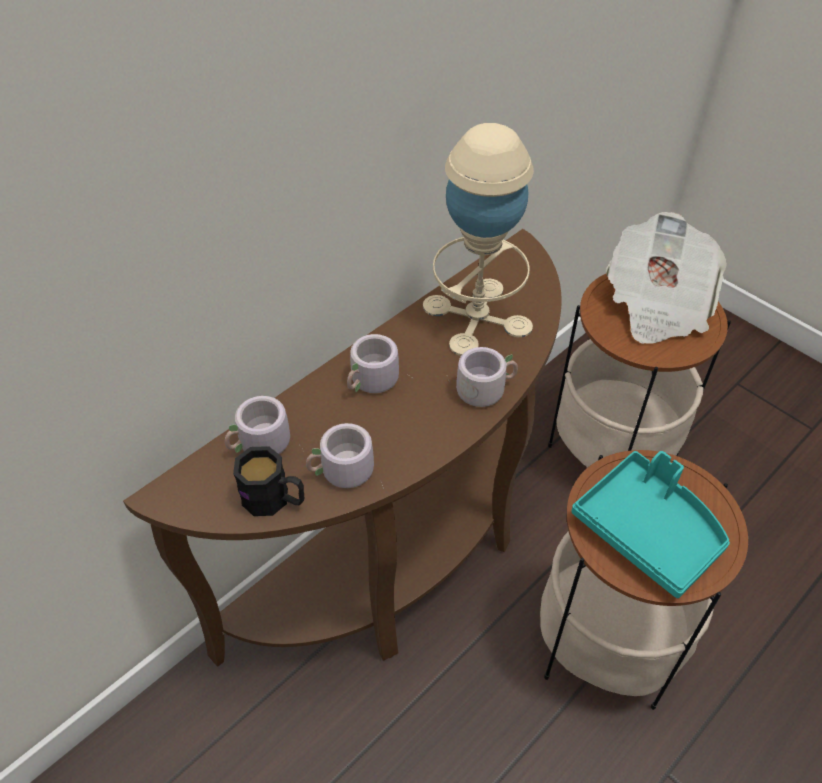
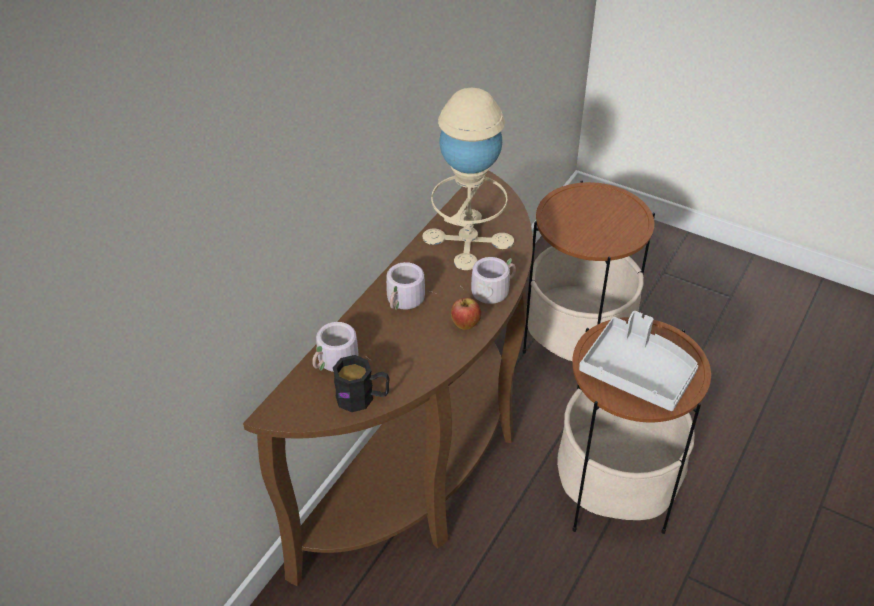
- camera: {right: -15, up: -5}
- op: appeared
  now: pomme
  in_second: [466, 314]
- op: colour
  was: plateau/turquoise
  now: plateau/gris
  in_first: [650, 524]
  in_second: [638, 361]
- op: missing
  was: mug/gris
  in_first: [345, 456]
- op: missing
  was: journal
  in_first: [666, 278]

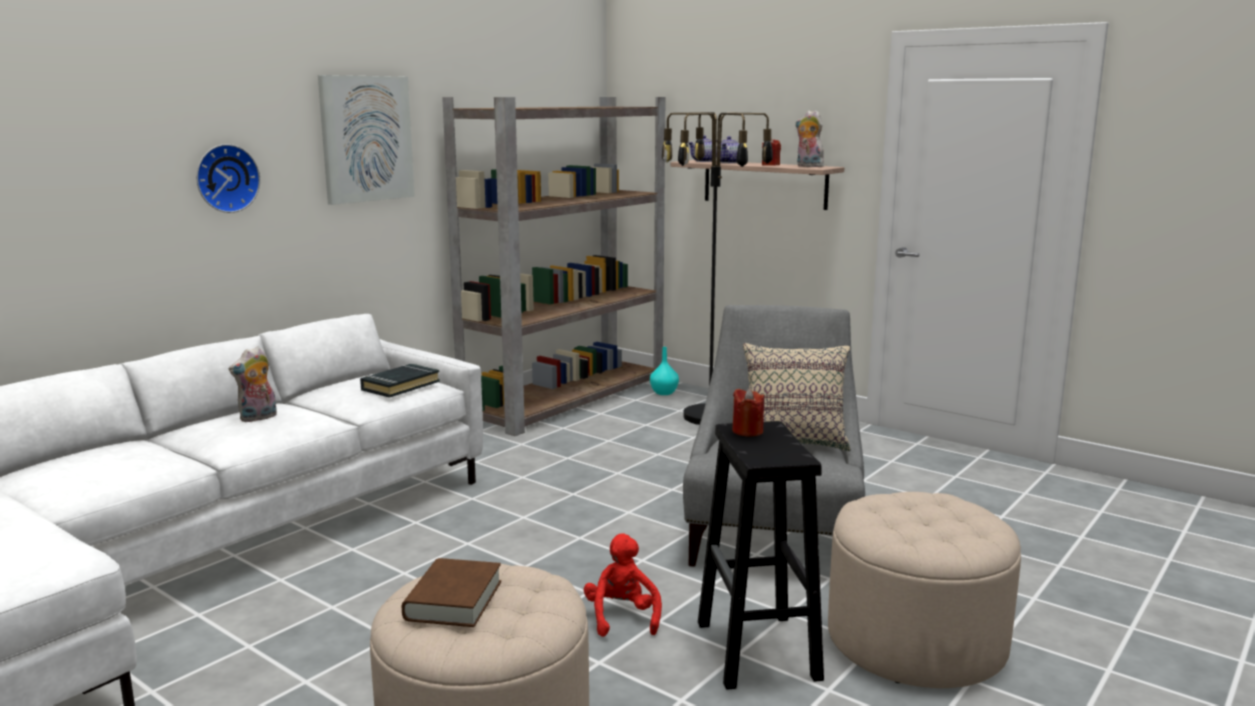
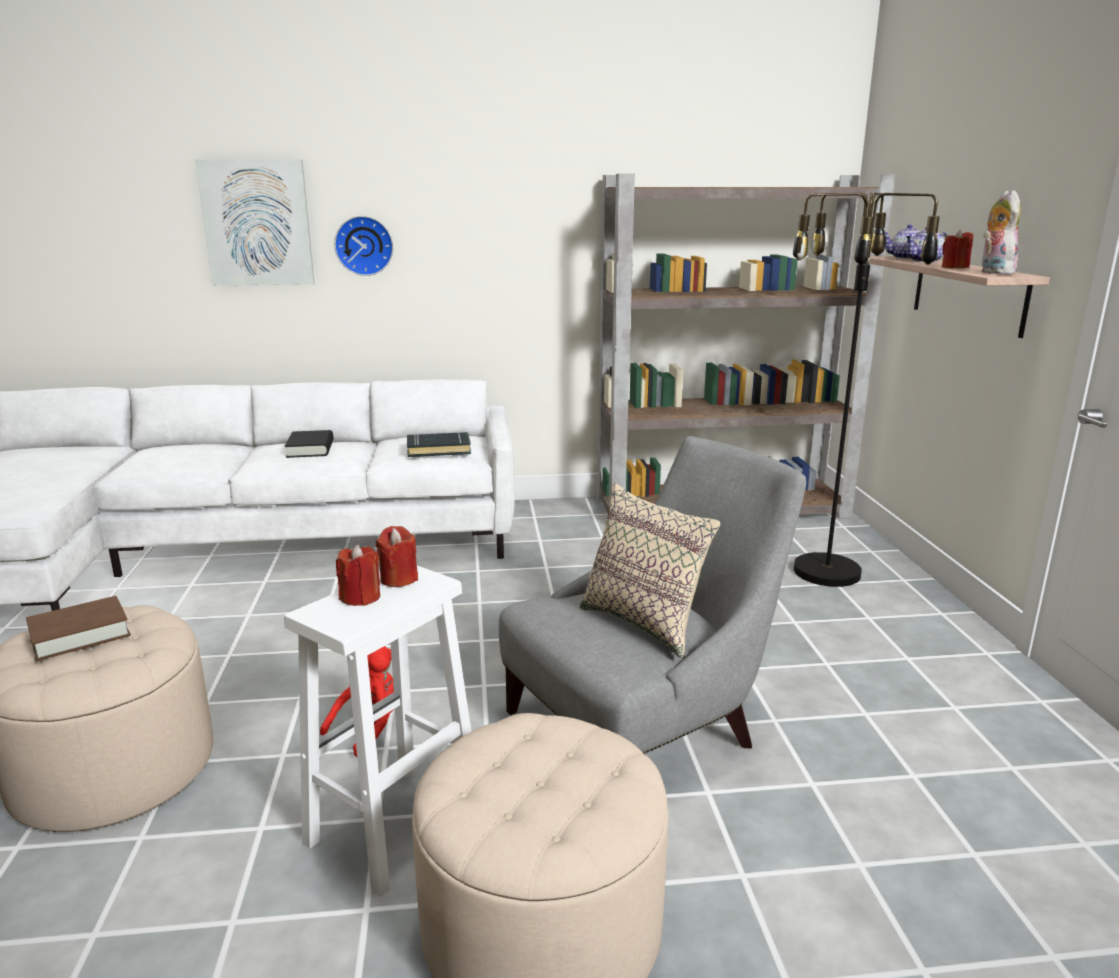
- camera: {right: 45, up: 5}
- op: relocated
  was: tableau
  in_first: [366, 140]
  in_second: [254, 222]
- op: colour
  was: tabouret/noir
  now: tabouret/blanc
  in_first: [761, 555]
  in_second: [377, 731]
- op: exchanged
  was: peluche
  now: livre/noir
  in_first: [253, 384]
  in_second: [309, 444]
- op: appeared
  now: bougie/rouge
  in_second: [358, 575]
- op: missing
  was: vase/turquoise
  in_first: [664, 371]

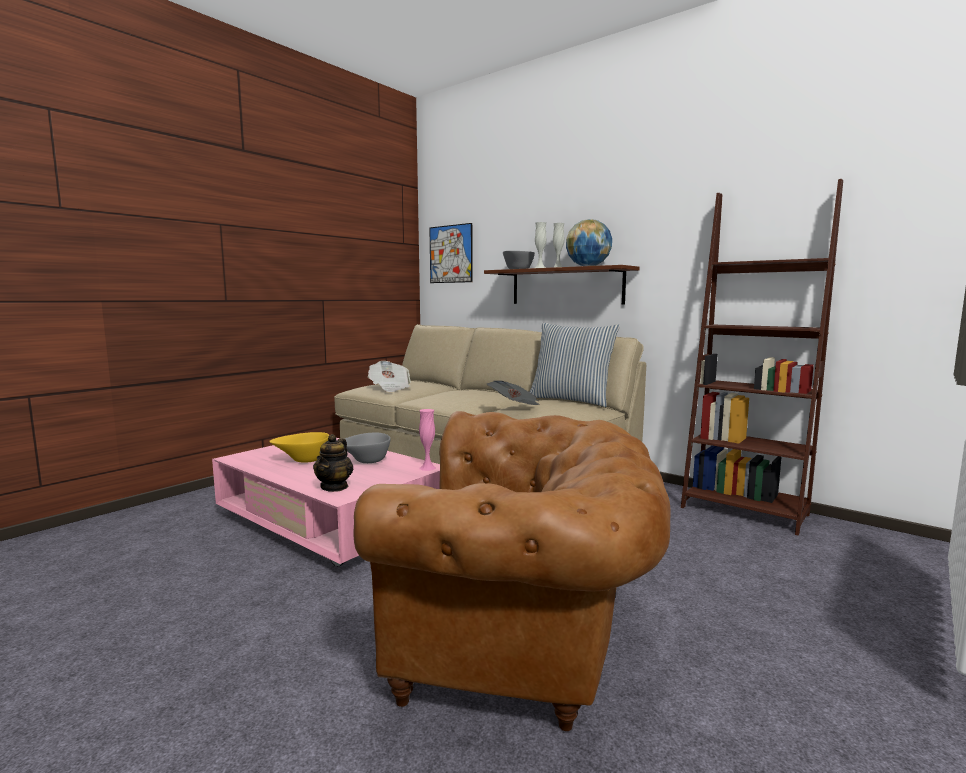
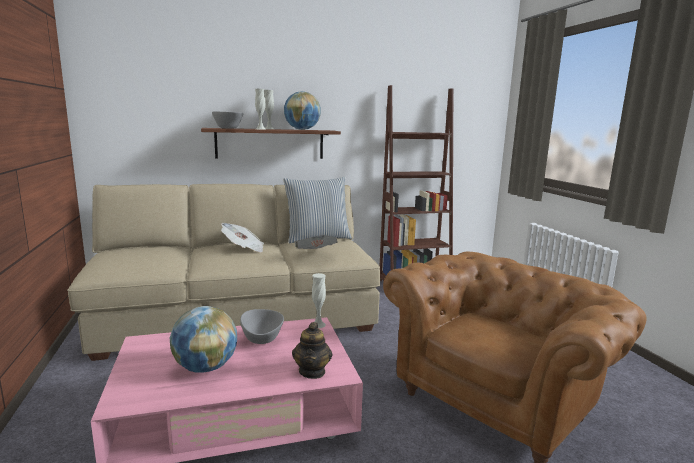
- camera: {right: -55, up: 5}
- op: exchanged
  was: bol/jaune
  now: globe
  in_first: [299, 447]
  in_second: [203, 339]
- op: relocated
  was: journal
  in_first: [389, 376]
  in_second: [242, 237]
- op: spun
  was: théière
  in_first: [333, 463]
  in_second: [312, 350]
  clockwise: 45
- op: colour
  was: vase/rose
  now: vase/blanc
  in_first: [427, 440]
  in_second: [319, 300]
- op: missing
  was: tableau
  in_first: [451, 253]

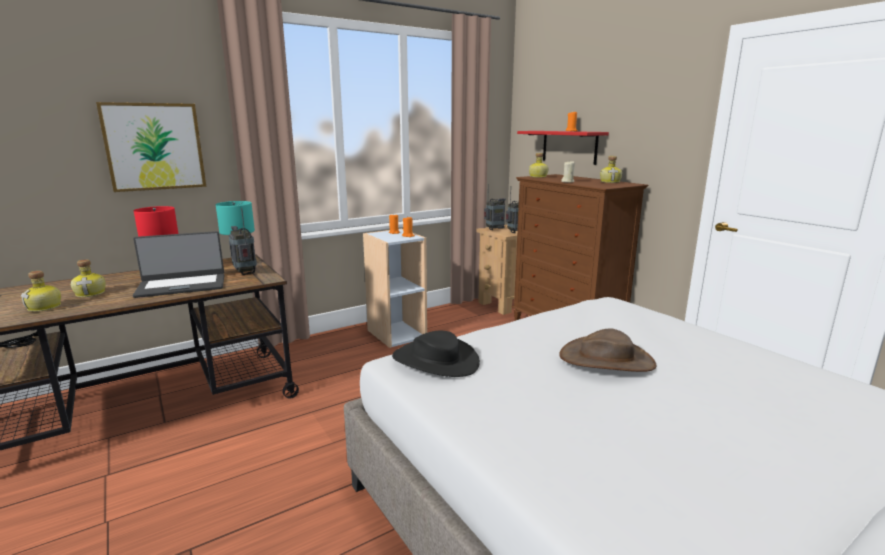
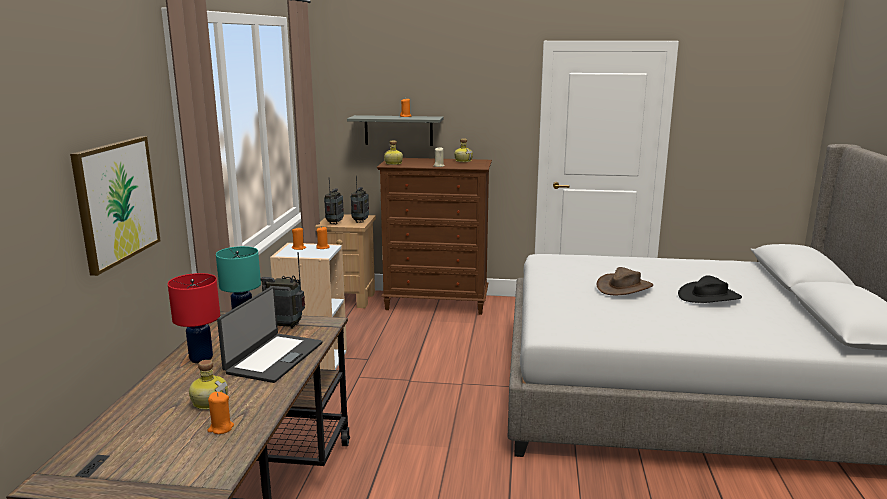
- camera: {right: -50, up: 0}
- op: exchanged
  was: bouteille
  now: bougie/orange
  in_first: [41, 291]
  in_second: [220, 413]
- op: colour
  was: étagère/rouge
  now: étagère/gris
  in_first: [563, 148]
  in_second: [395, 130]
- op: relocated
  was: chapeau/noir
  in_first: [436, 354]
  in_second: [710, 289]

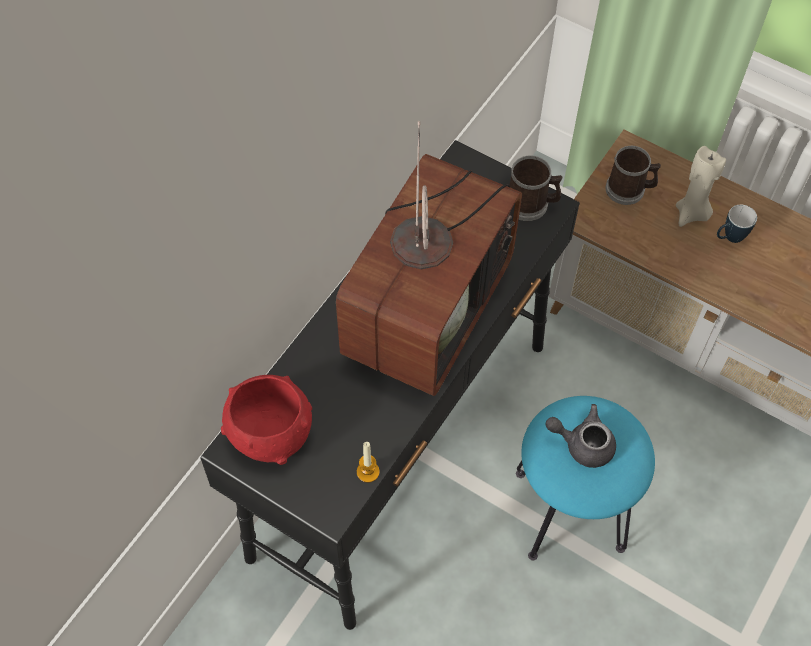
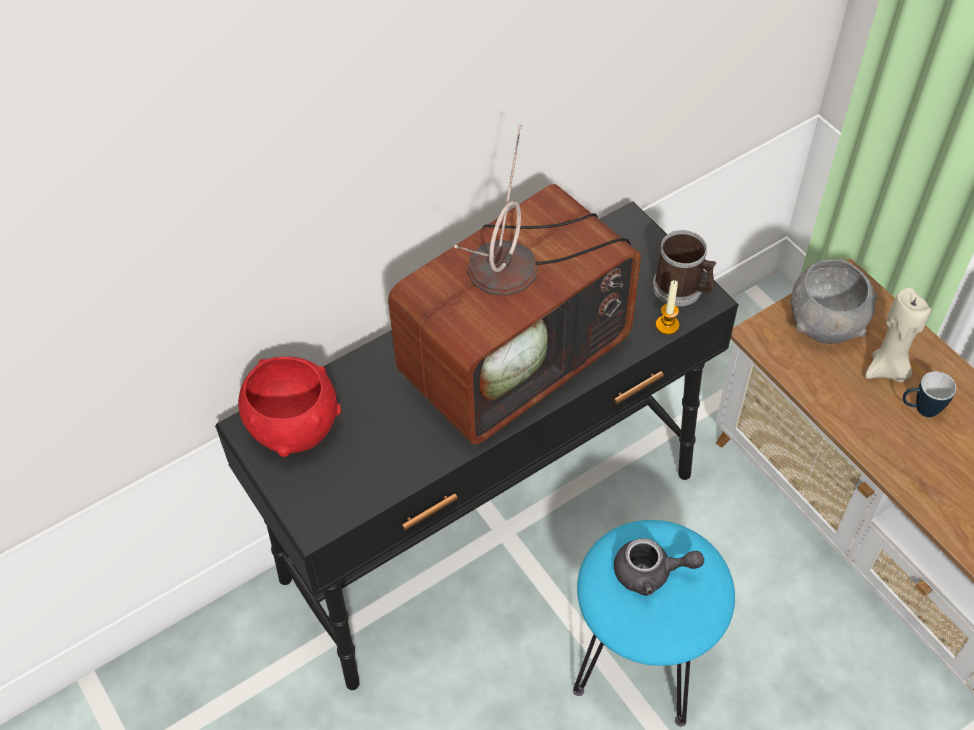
- camera: {right: 25, up: -5}
- op: spun
  was: théière/gris
  in_first: [581, 436]
  in_second: [659, 567]
  clockwise: 150
- op: relocated
  was: bougie
  in_first: [368, 462]
  in_second: [667, 307]
- op: exchanged
  was: mug
  now: bol/gris
  in_first: [633, 175]
  in_second: [834, 301]

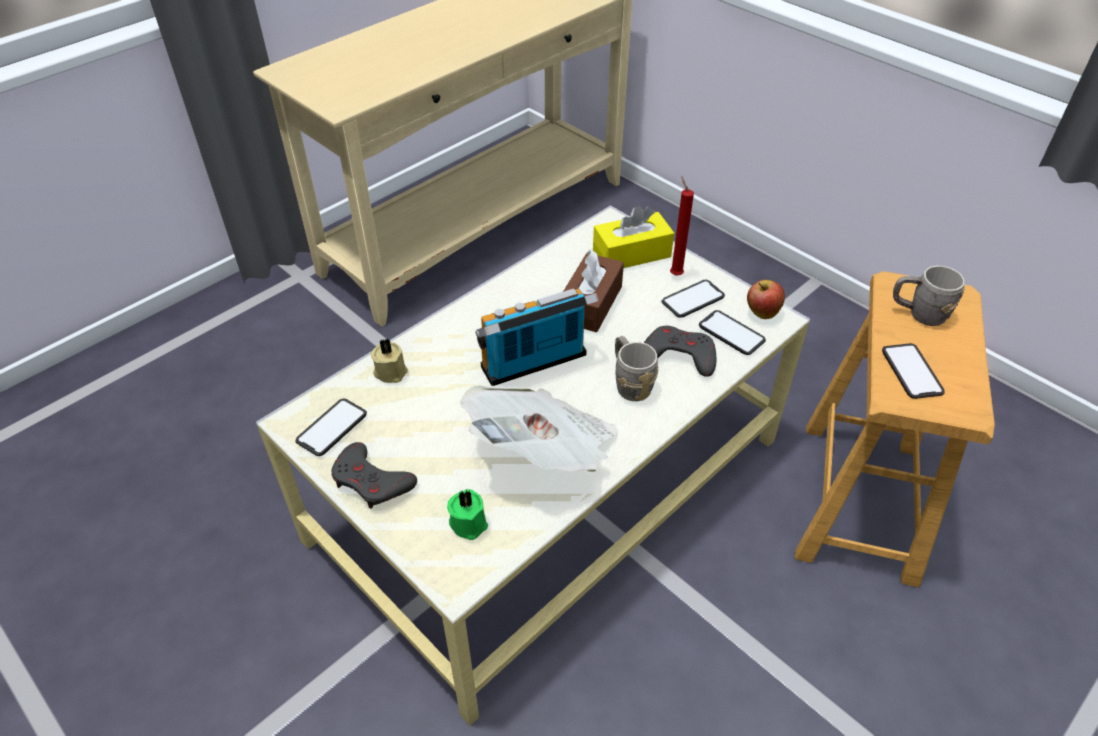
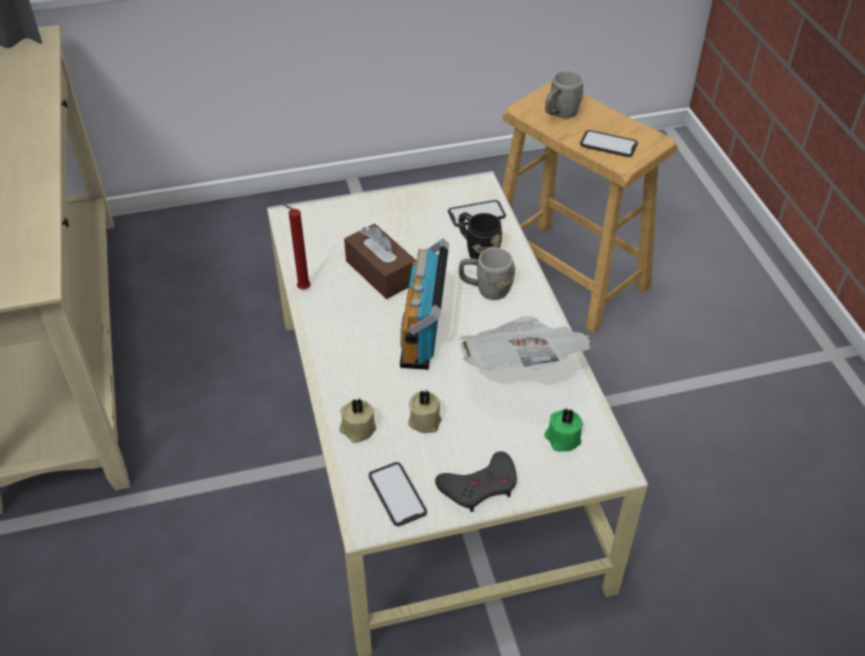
- camera: {right: -60, up: 0}
- op: relocated
  was: bougie/rouge
  in_first: [682, 226]
  in_second: [296, 246]
- op: appeared
  now: bougie/beige
  in_second: [425, 411]
- op: exchanged
  was: manette/gris
  now: mug/noir
  in_first: [680, 351]
  in_second: [480, 235]
- op: missing
  was: boîte à mouchoirs/jaune
  in_first: [633, 236]
- op: missing
  was: téléphone
  in_first: [693, 299]
- op: missing
  was: pomme
  in_first: [766, 299]

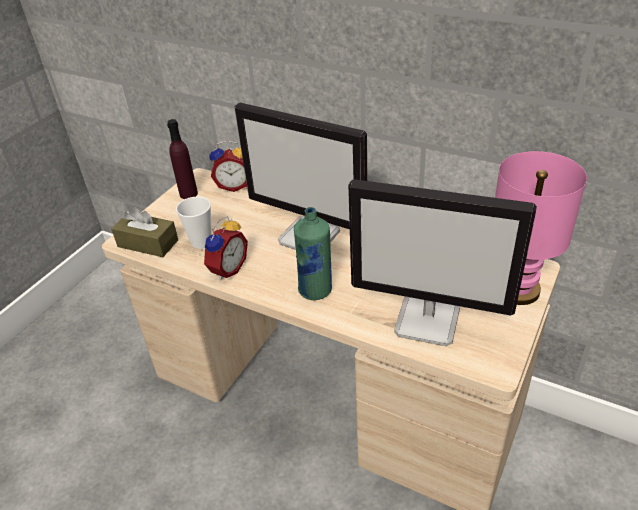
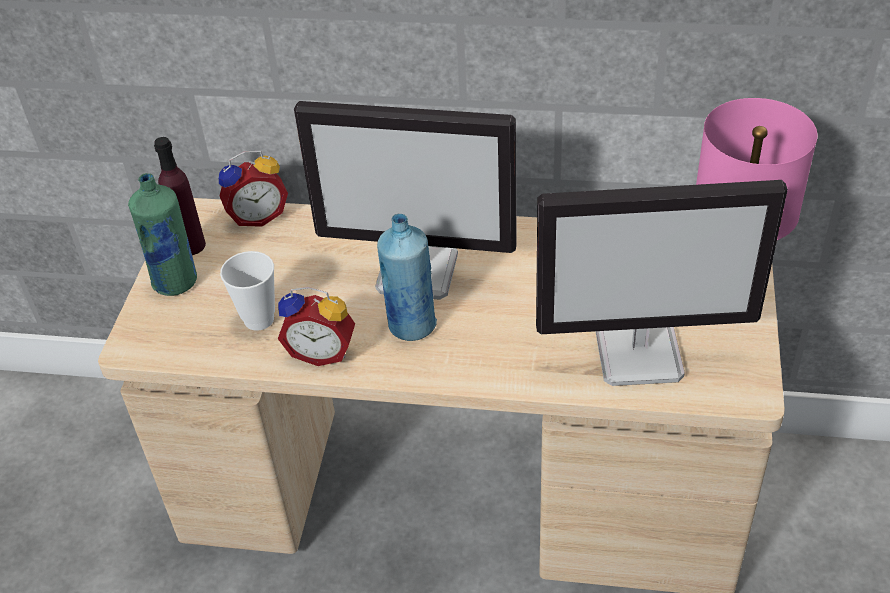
- camera: {right: -20, up: 5}
- op: relocated
  was: bouteille/vert
  in_first: [313, 253]
  in_second: [162, 234]
- op: spun
  was: réveil
  in_first: [225, 248]
  in_second: [316, 326]
  clockwise: 90
- op: appeared
  now: bouteille/bleu
  in_second: [407, 277]
- op: missing
  was: boîte à mouchoirs/marron
  in_first: [144, 232]

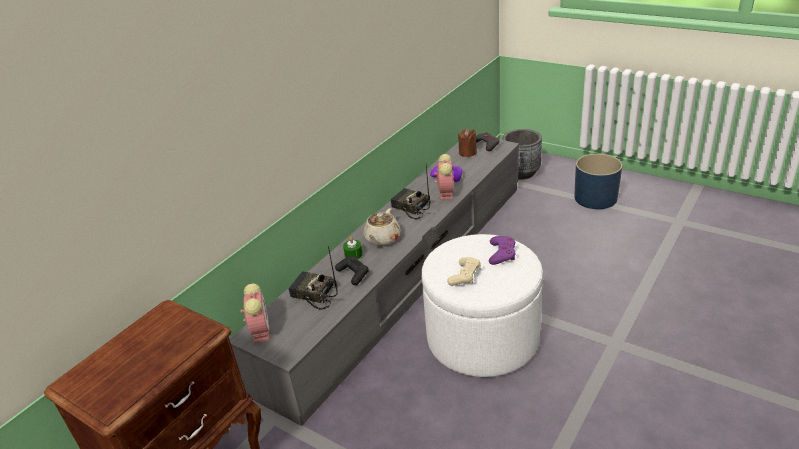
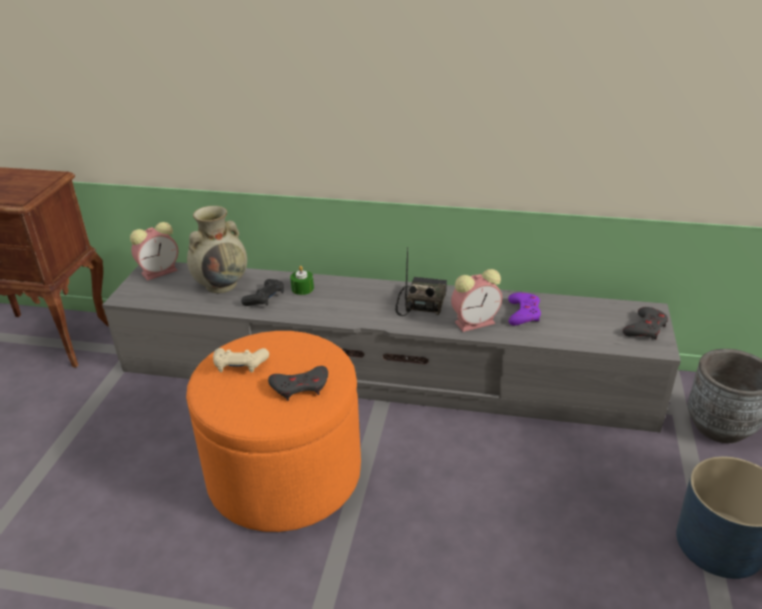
- camera: {right: 65, up: 0}
- op: colour
  was: pouf/blanc
  now: pouf/orange
  in_first: [482, 305]
  in_second: [273, 431]
- op: exchanged
  was: radio
  now: vase/beige
  in_first: [313, 278]
  in_second: [217, 249]
- op: colour
  was: manette/violet
  now: manette/gris
  in_first: [502, 250]
  in_second: [298, 383]
- op: missing
  was: théière/beige
  in_first: [382, 227]
- op: missing
  was: bougie/marron
  in_first: [467, 143]

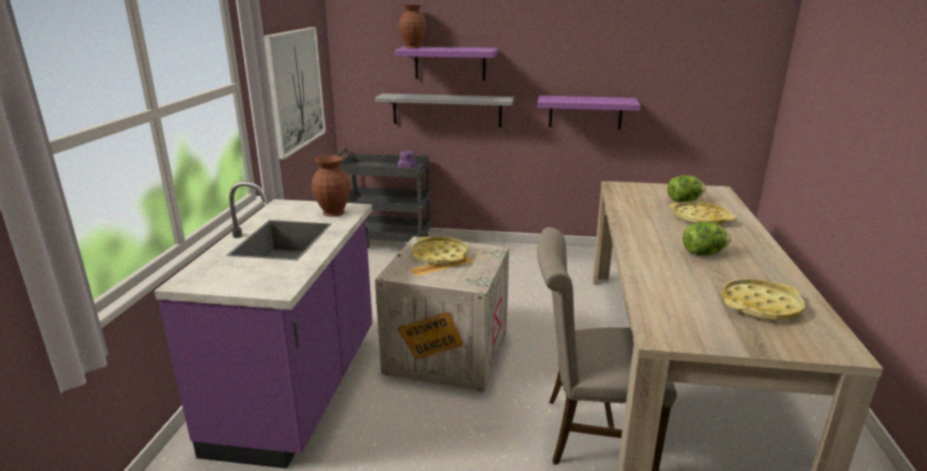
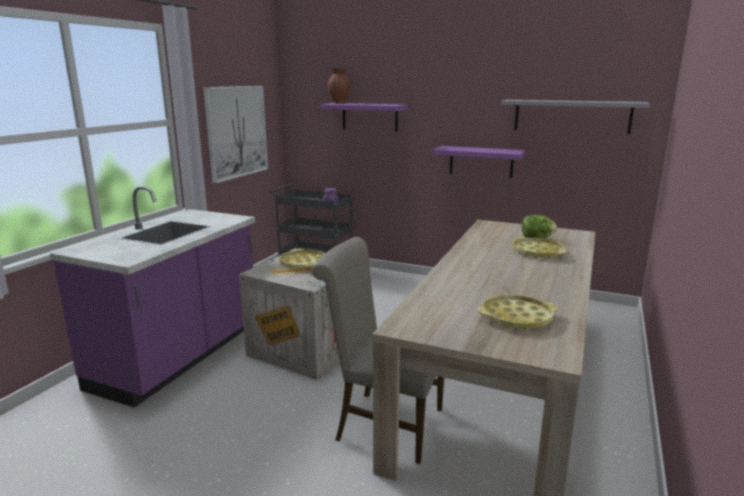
- camera: {right: 15, up: -5}
- op: relocated
  was: étagère/gris
  in_first: [444, 110]
  in_second: [575, 117]
- op: missing
  was: vase/marron
  in_first: [331, 186]
- op: missing
  was: laitue
  in_first: [707, 239]

